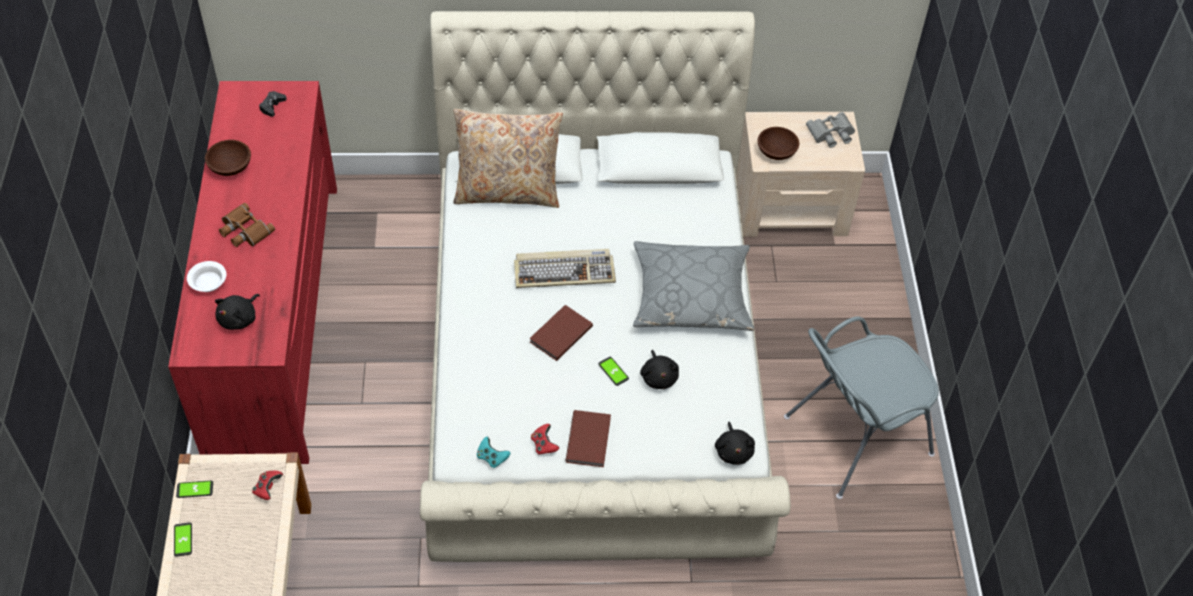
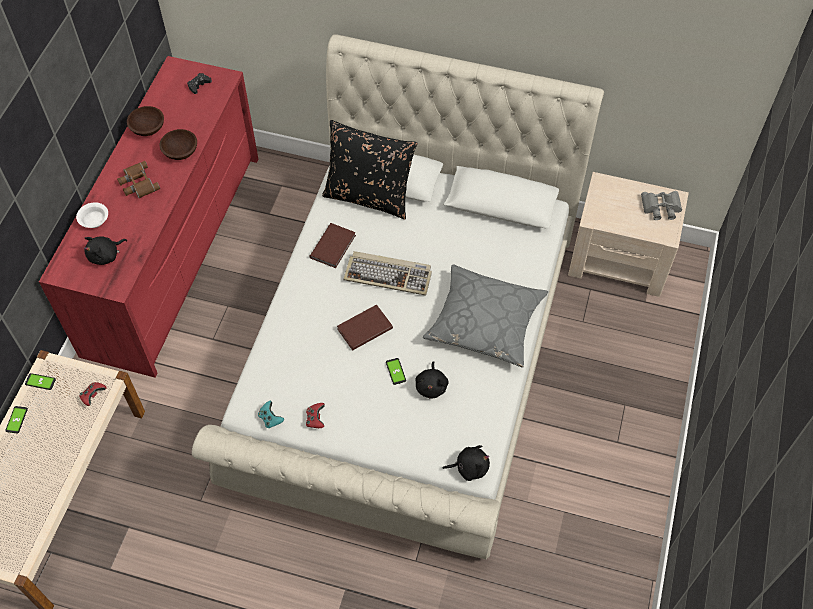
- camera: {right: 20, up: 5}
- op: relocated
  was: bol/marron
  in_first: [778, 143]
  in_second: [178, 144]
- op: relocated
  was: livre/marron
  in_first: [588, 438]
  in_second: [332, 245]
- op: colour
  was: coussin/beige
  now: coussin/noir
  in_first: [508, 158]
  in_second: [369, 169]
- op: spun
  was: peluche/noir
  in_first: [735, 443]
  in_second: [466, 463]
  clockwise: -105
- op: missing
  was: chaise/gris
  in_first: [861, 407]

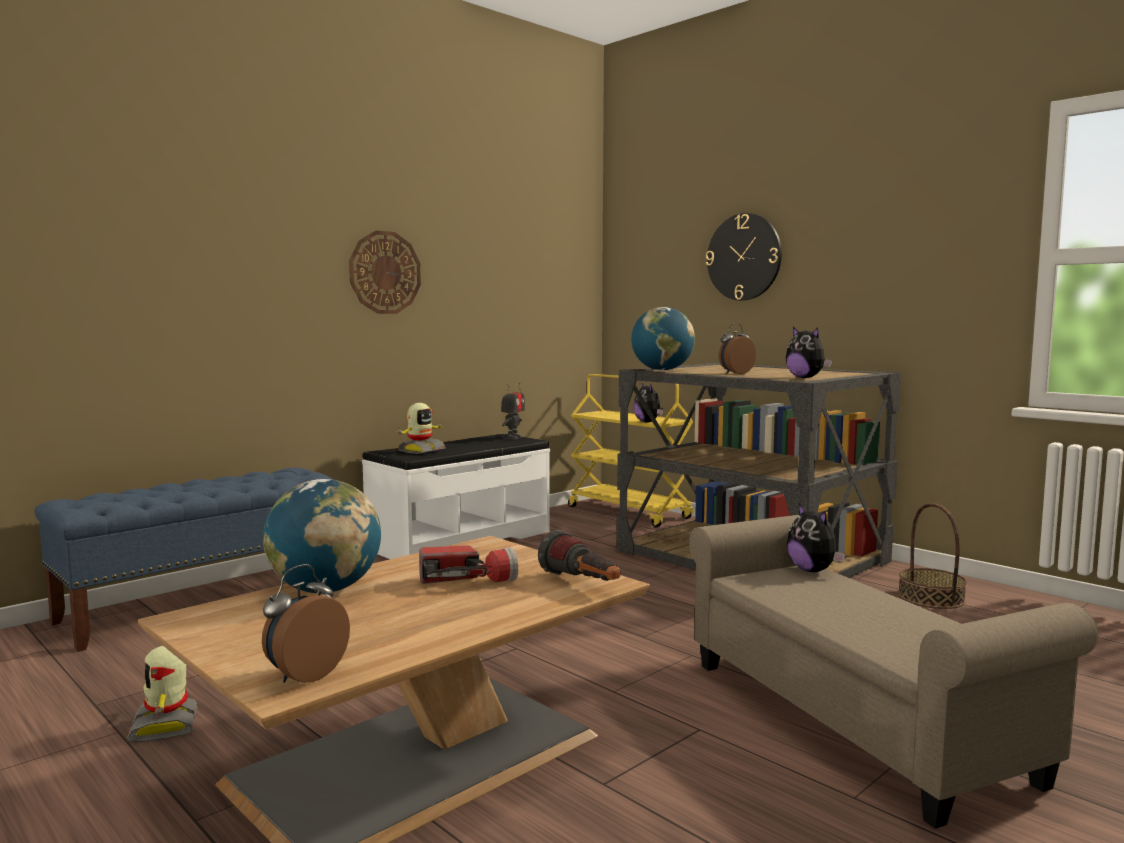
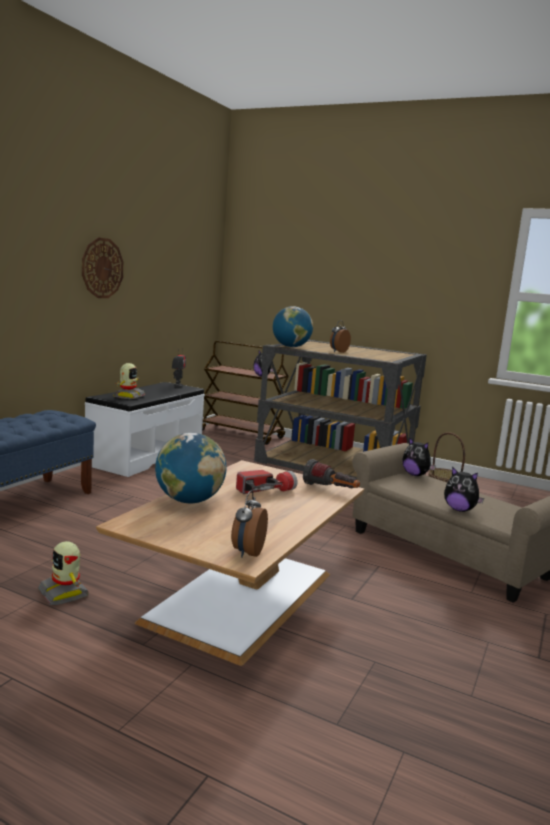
- camera: {right: -20, up: 5}
- op: colour
  was: chariot/jaune
  now: chariot/marron
  in_first: [630, 451]
  in_second: [245, 393]
- op: relocated
  was: peluche
  in_first: [809, 352]
  in_second: [464, 489]
- op: missing
  was: horloge murale
  in_first: [744, 256]

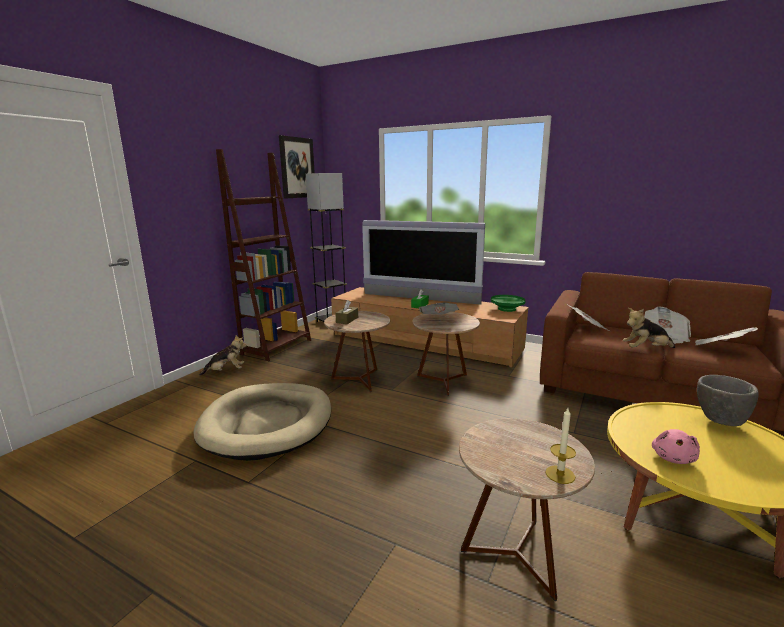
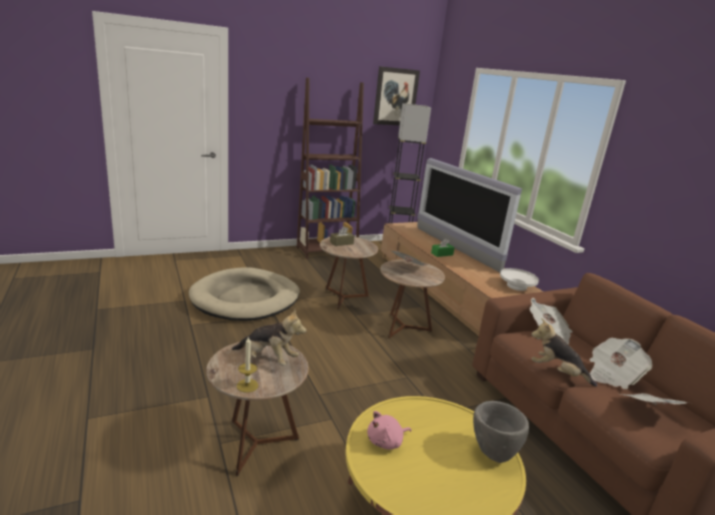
- camera: {right: 35, up: 5}
- op: relocated
  was: peluche
  in_first: [223, 355]
  in_second: [269, 337]
- op: colour
  was: bol/vert
  now: bol/blanc
  in_first: [508, 303]
  in_second: [519, 279]

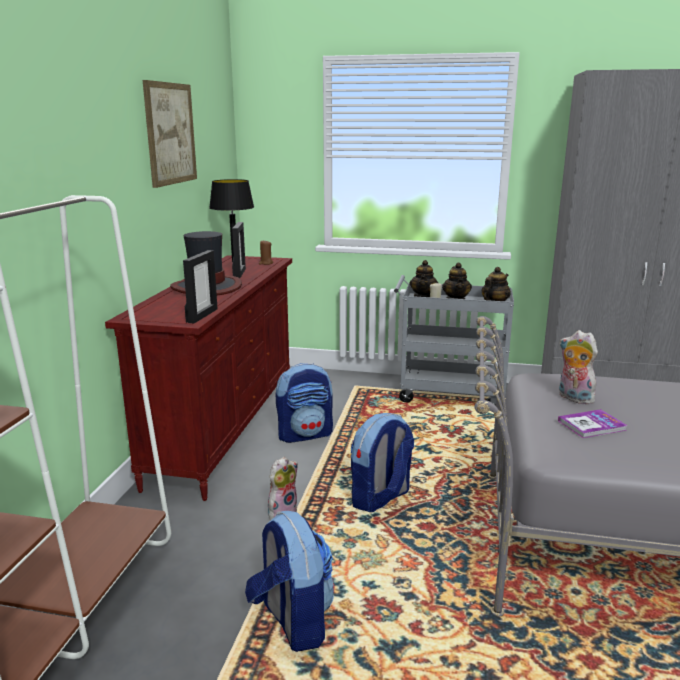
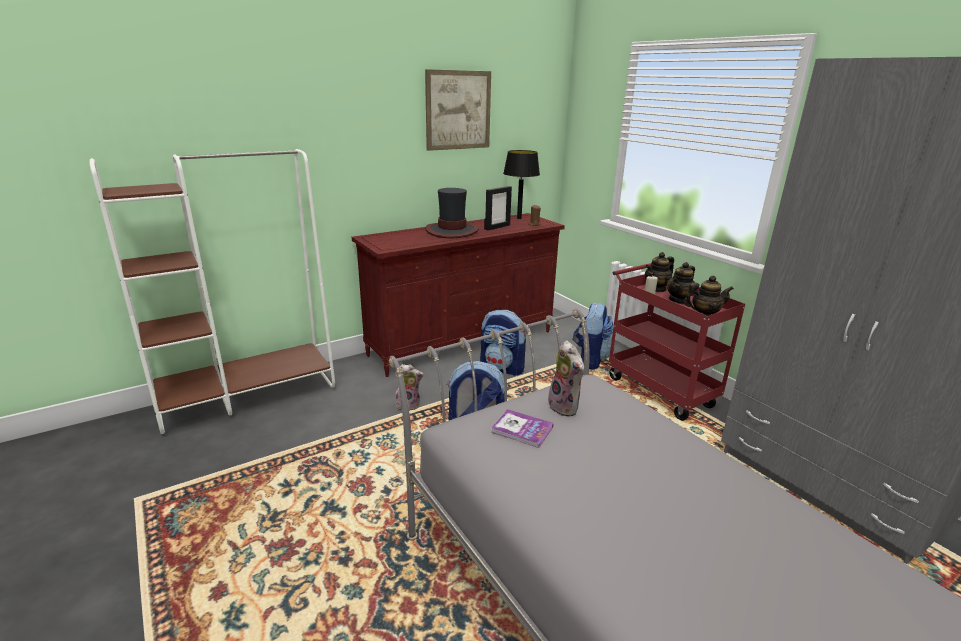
- camera: {right: 45, up: 5}
- op: spun
  was: peluche
  in_first: [578, 367]
  in_second: [566, 378]
  clockwise: 150
- op: relocated
  was: sac à dos
  in_first: [289, 581]
  in_second: [594, 336]
- op: colour
  was: chariot/gris
  now: chariot/rouge
  in_first: [454, 340]
  in_second: [676, 342]
- op: missing
  was: cadre photo
  in_first: [200, 287]

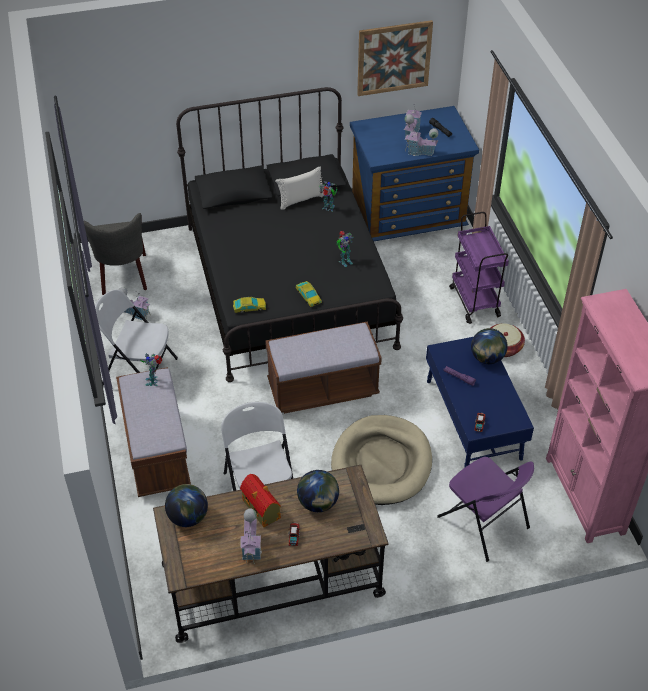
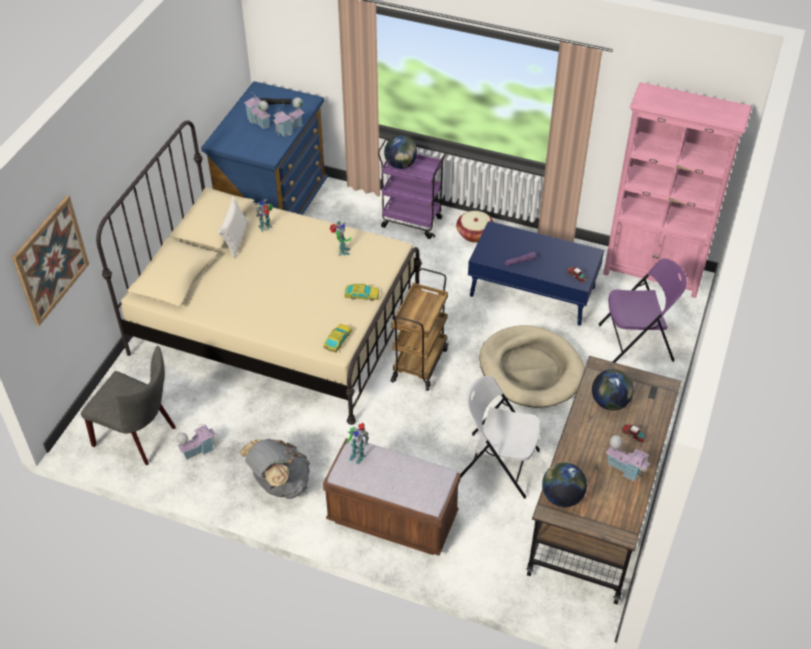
- camera: {right: -55, up: 0}
- op: relocated
  was: tableau
  in_first: [395, 58]
  in_second: [50, 260]
- op: colour
  was: lit/noir
  now: lit/beige
  in_first: [289, 234]
  in_second: [259, 273]
- op: exchanged
  was: chaise/blanc
  now: sac à dos/gris
  in_first: [136, 338]
  in_second: [274, 469]
- op: relocated
  was: globe
  in_first: [489, 346]
  in_second: [400, 152]
- op: exchanged
  was: banc/marron
  now: chariot/marron
  in_first: [323, 367]
  in_second: [419, 329]
- op: missing
  was: maison miniature
  in_first: [260, 500]

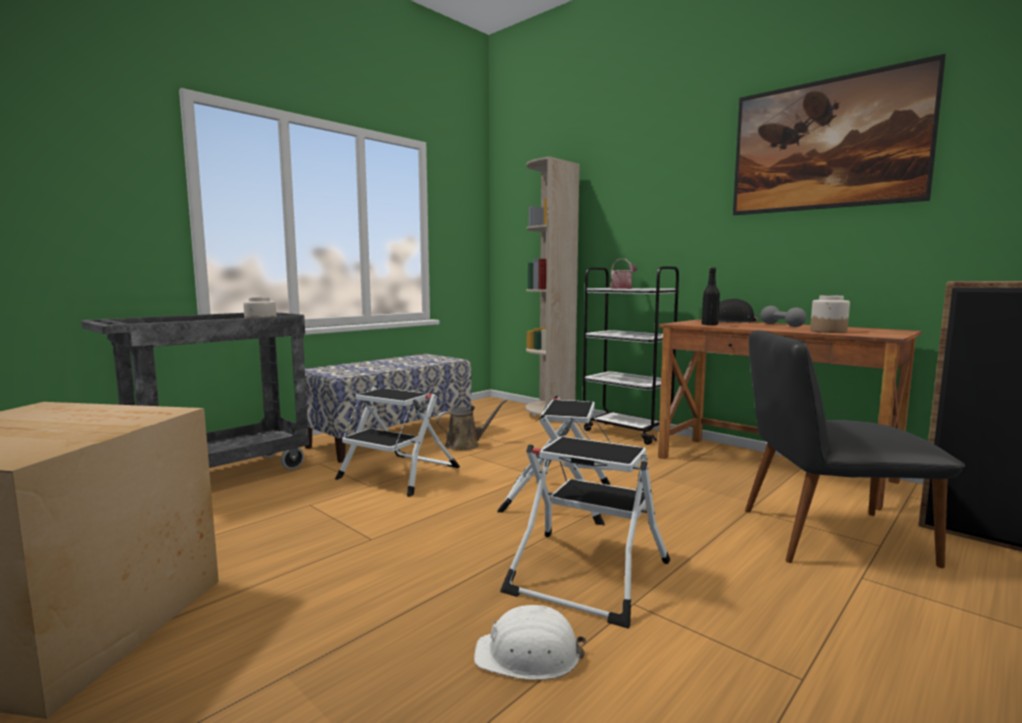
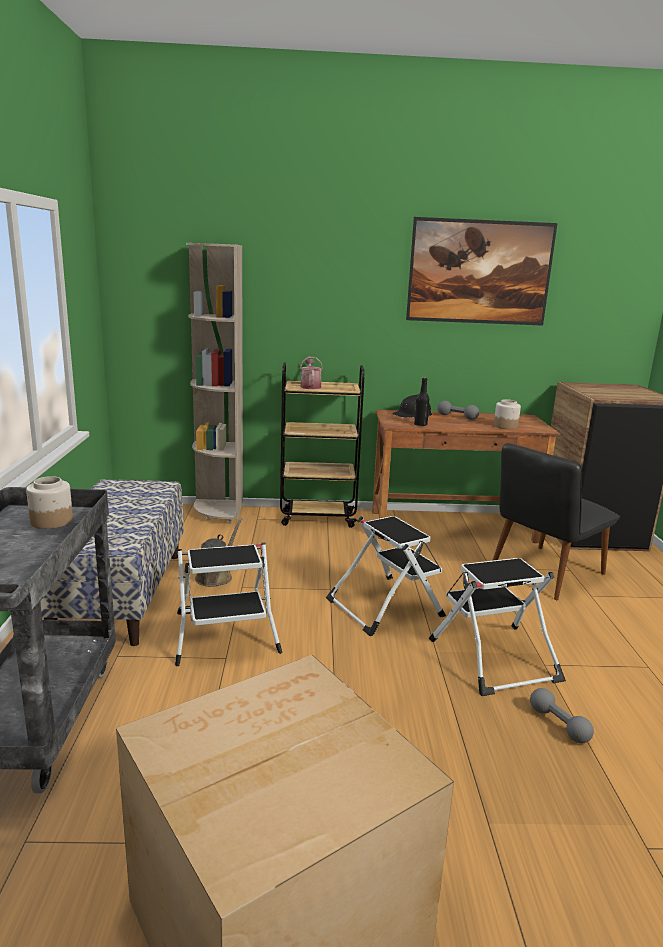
- camera: {right: -45, up: 10}
- op: colour
  was: chariot/blanc
  now: chariot/marron
  in_first: [631, 355]
  in_second: [322, 445]
- op: exchanged
  was: casque de chantier/blanc
  now: haltère/gris
  in_first: [530, 642]
  in_second: [562, 715]

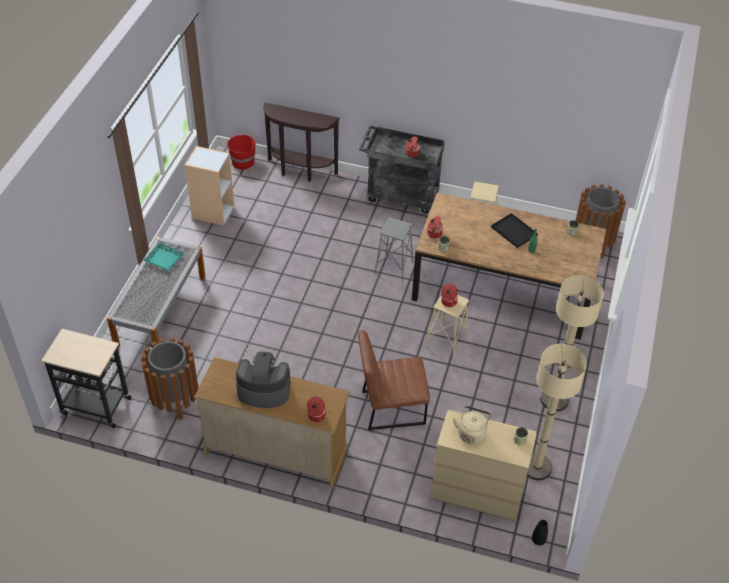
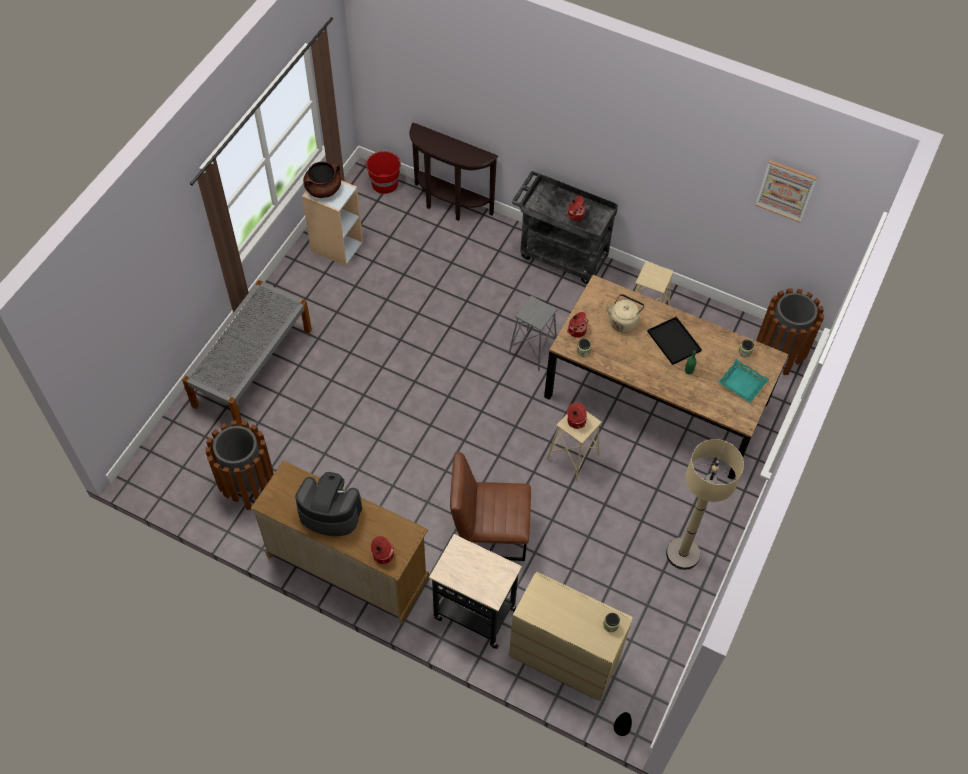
- camera: {right: 10, up: 10}
- op: appeared
  now: marmite/marron
  in_second: [322, 180]
- op: relocated
  was: chariot
  in_first: [86, 378]
  in_second: [475, 591]
- op: relocated
  was: bouilloire/beige
  in_first: [472, 425]
  in_second: [625, 313]
- op: relocated
  was: plateau/turquoise
  in_first: [163, 256]
  in_second: [743, 381]
- op: appeared
  now: tableau
  in_second: [786, 191]
- op: missing
  was: lampadaire/beige
  in_first: [557, 412]

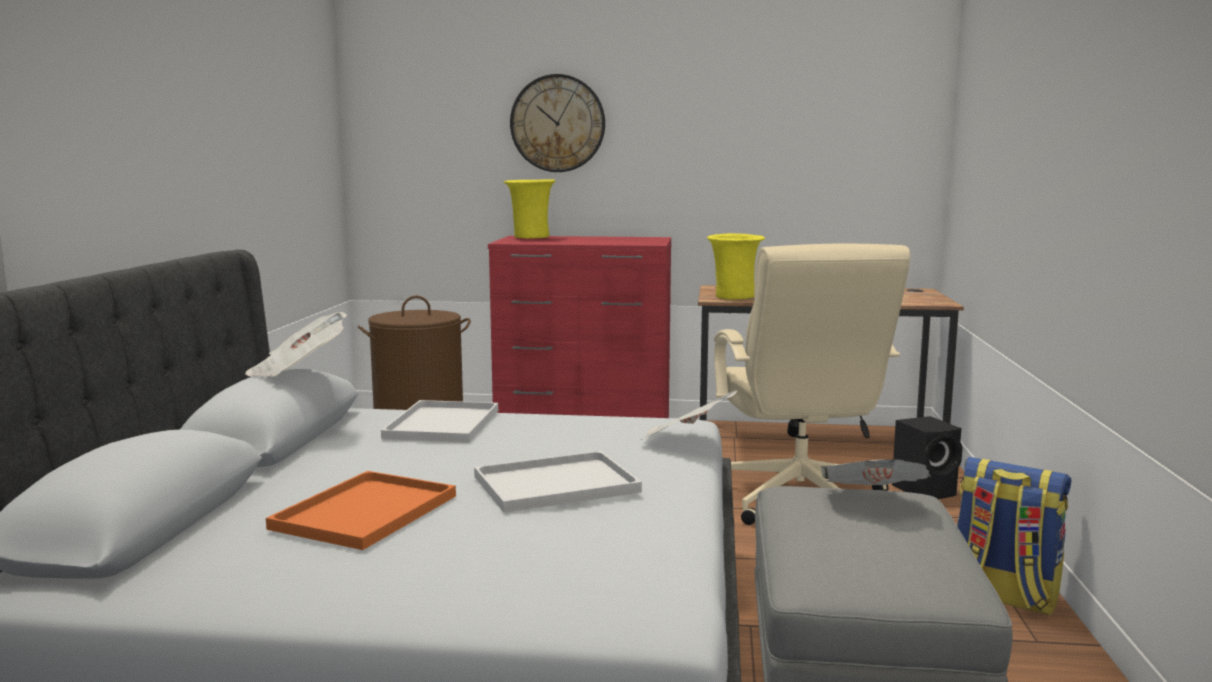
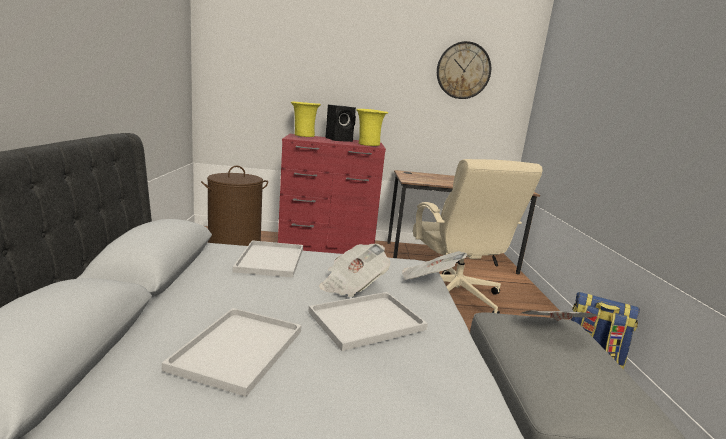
- camera: {right: -10, up: 5}
- op: colour
  was: plateau/orange
  now: plateau/blanc
  in_first: [361, 510]
  in_second: [232, 352]
- op: relocated
  was: journal
  in_first: [296, 344]
  in_second: [354, 270]
- op: relocated
  was: enceinte/noir
  in_first: [927, 457]
  in_second: [340, 123]
- op: relocated
  was: vase/jaune
  in_first: [736, 266]
  in_second: [372, 127]
- op: relocated
  was: horloge murale
  in_first: [557, 123]
  in_second: [464, 70]

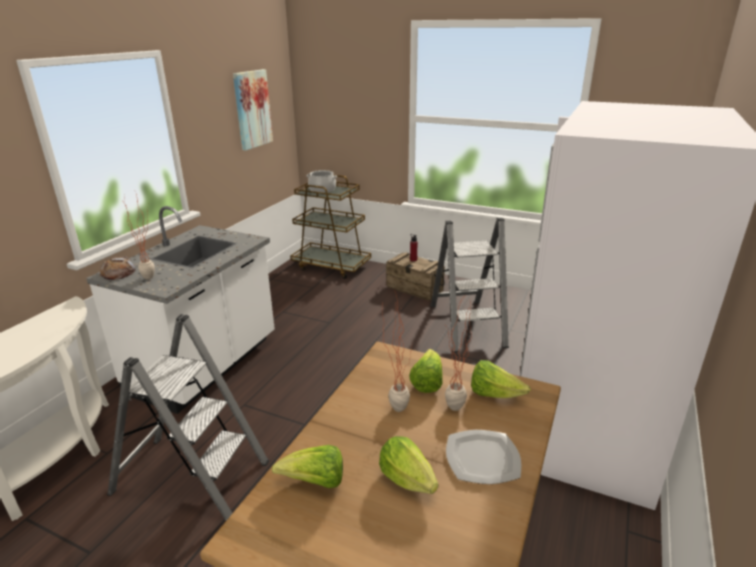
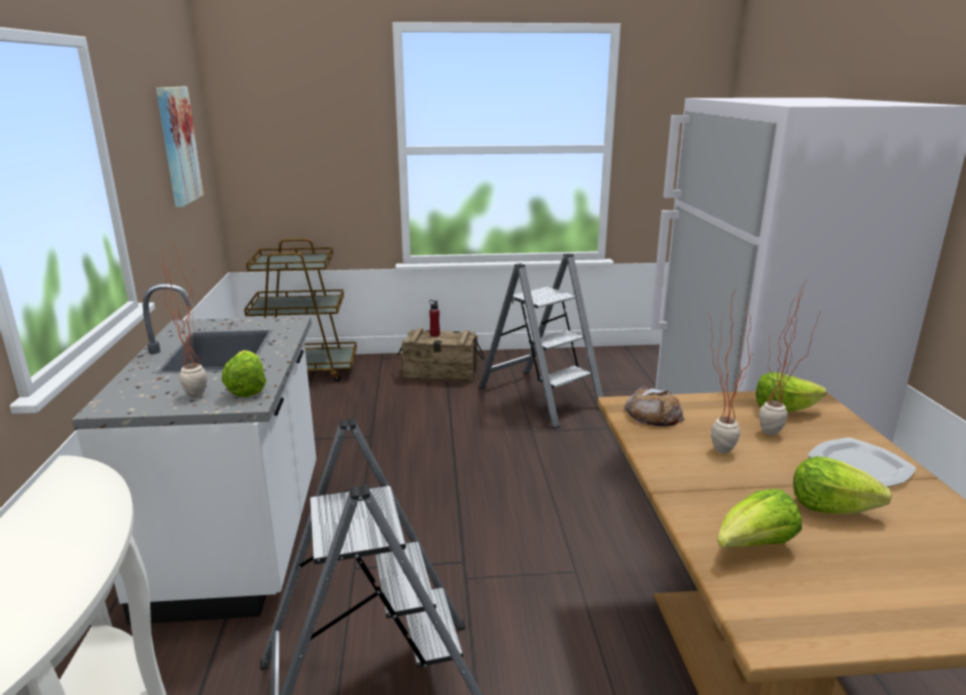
- camera: {right: -30, up: -5}
- op: relocated
  was: laitue
  in_first: [426, 371]
  in_second: [244, 373]
- op: relocated
  was: pain
  in_first: [117, 268]
  in_second: [654, 407]
- op: missing
  was: marmite
  in_first: [322, 181]

